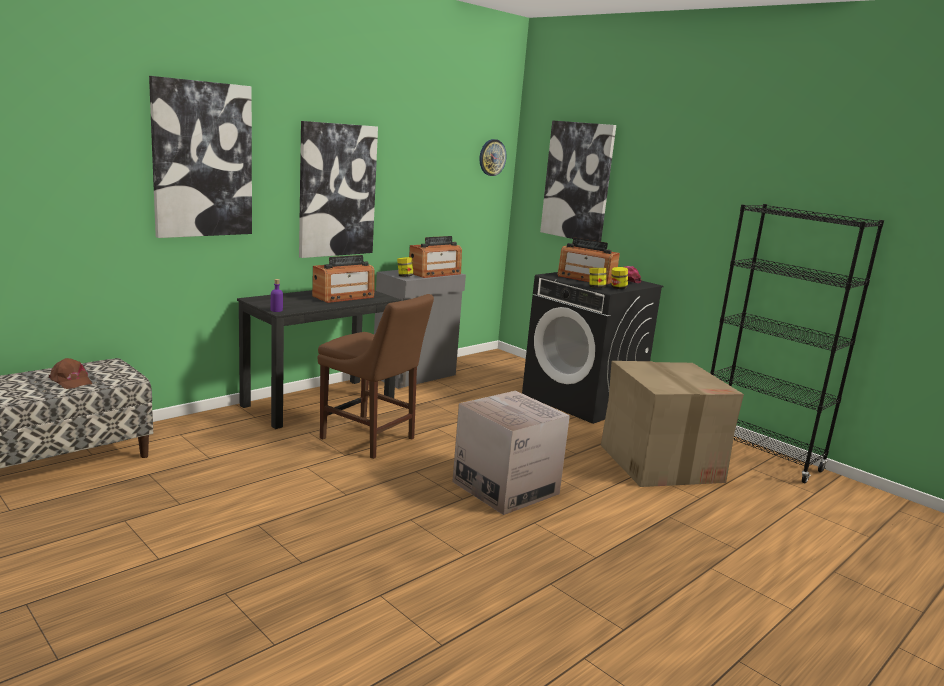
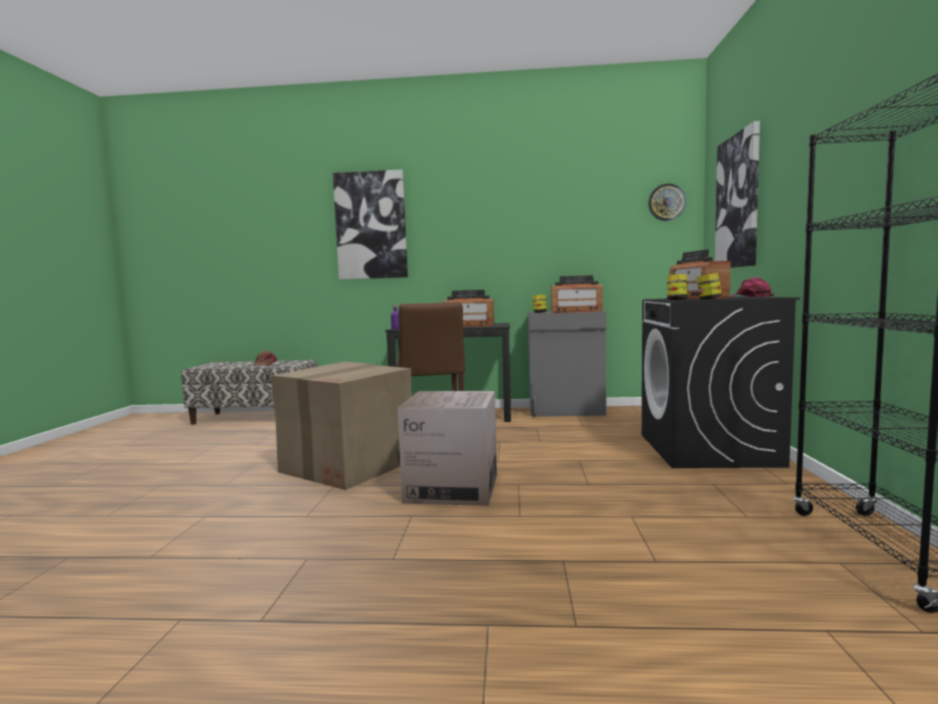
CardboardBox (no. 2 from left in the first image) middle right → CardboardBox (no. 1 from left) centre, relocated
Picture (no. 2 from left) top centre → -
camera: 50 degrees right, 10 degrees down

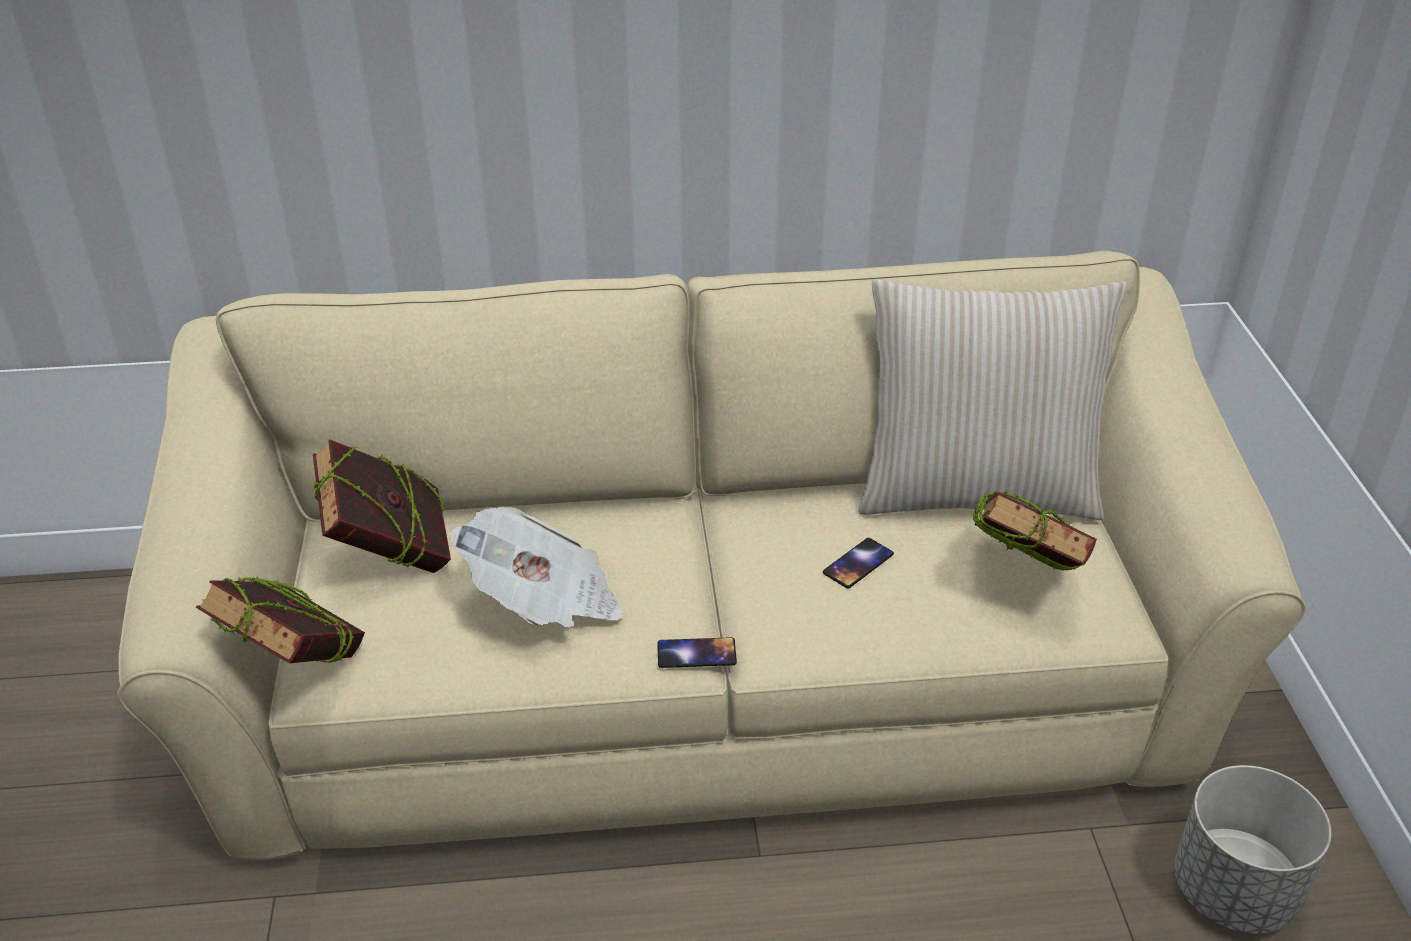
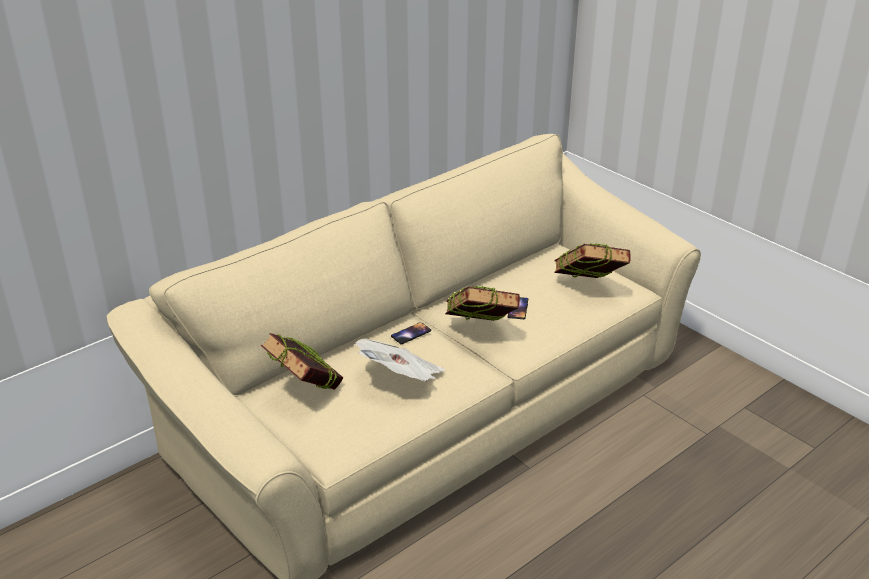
Phone (no. 1 from left) bottom centre → Phone (no. 1 from left) centre, relocated
Book (no. 1 from left in the first image) middle left → Book (no. 2 from left) centre, relocated
BeigePillow middle right → -
GreyPlanter bottom right → -
camera: 35 degrees left, 5 degrees down

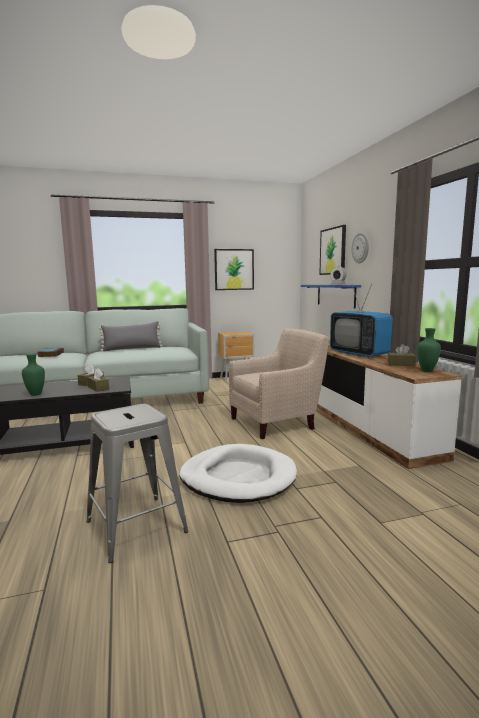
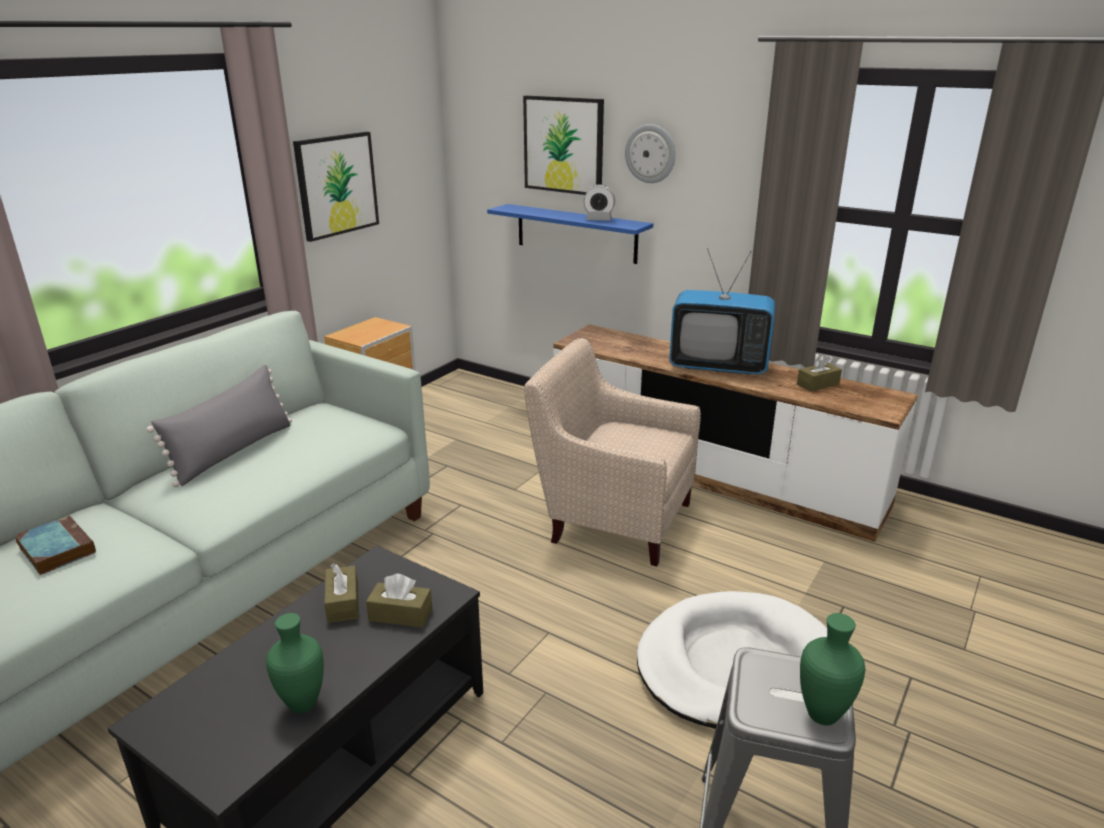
BeigeArmchair centre, 90 degrees counterclockwise
GreenVase (no. 2 from left) middle right → GreenVase (no. 2 from left) bottom right, relocated
camera: 40 degrees left, 15 degrees up

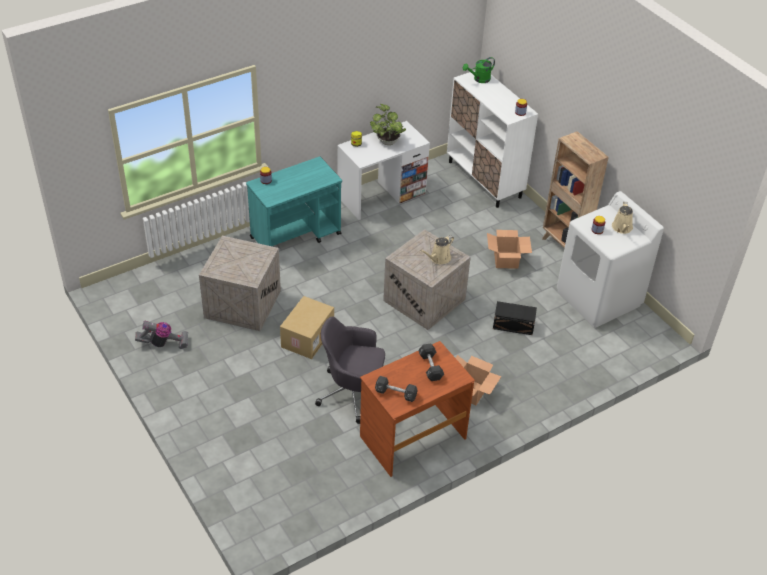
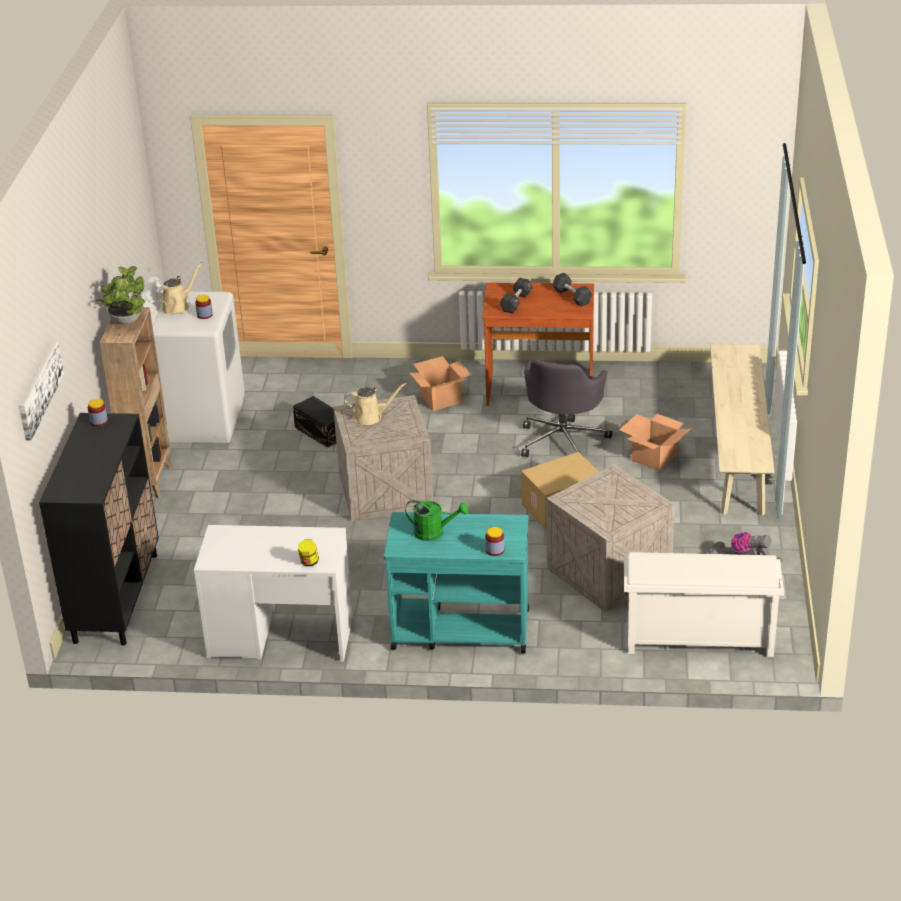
- → Picture middle left
WhiteCabinet top centre → BlackCabinet middle left
PottedPlant top centre → PottedPlant top left, relocated
GreenWateringCan top centre → GreenWateringCan centre, relocated
GreyOfficeChair centre, 60 degrees clockwise
CardboardBox (no. 3 from left) centre → CardboardBox (no. 3 from left) middle right, relocated
- → WhiteShoeRack bottom right
- → BeigeBench middle right
camera: 140 degrees left, 10 degrees down

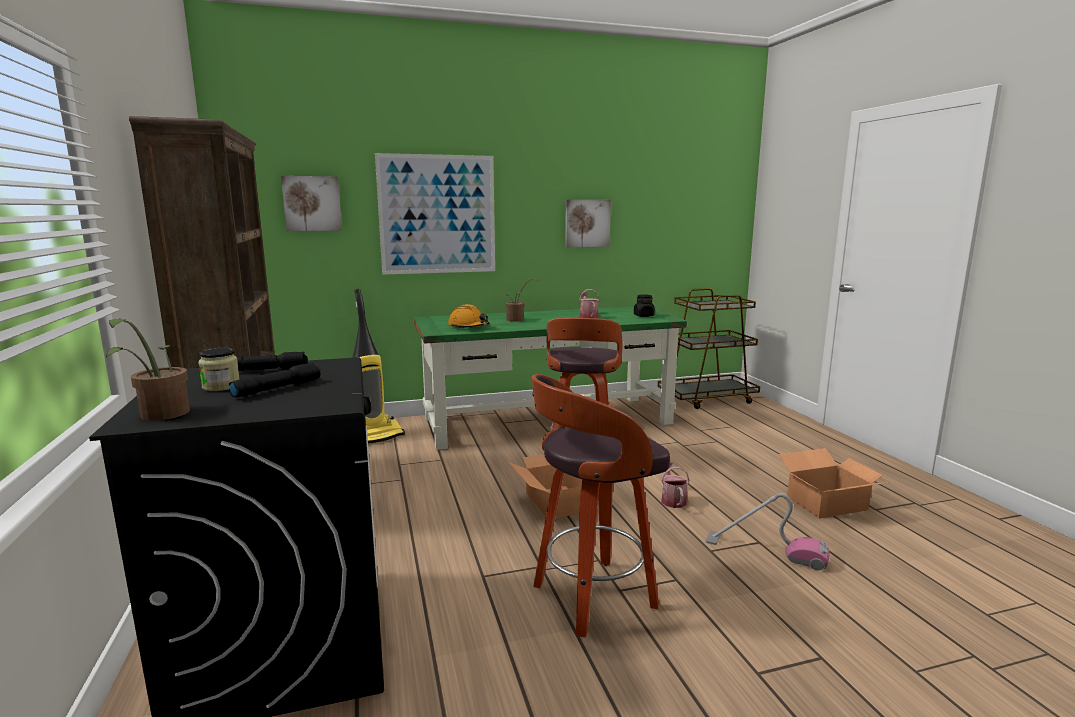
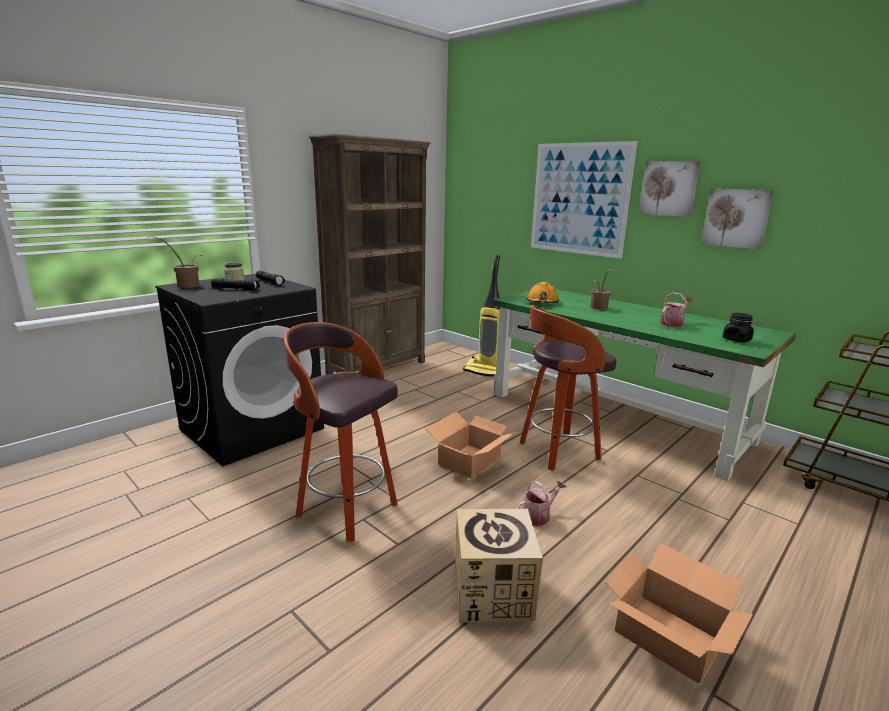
VacuumCleaner (no. 2 from left) bottom right → CardboardBox (no. 2 from left) bottom centre
Picture (no. 1 from left in the first image) top left → Picture (no. 2 from left) top right, relocated
camera: 60 degrees right, 5 degrees up

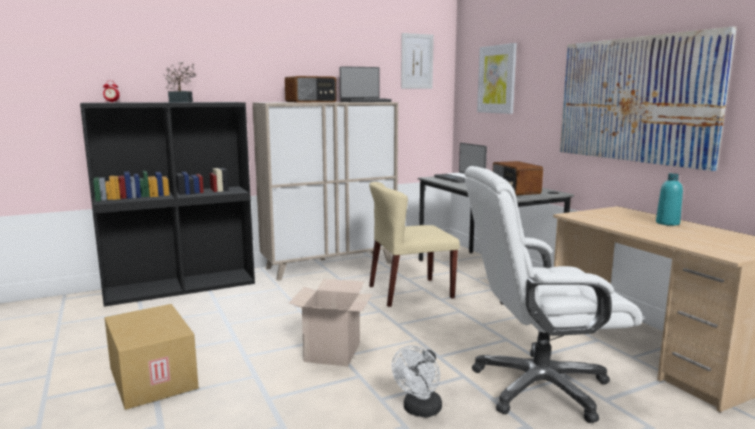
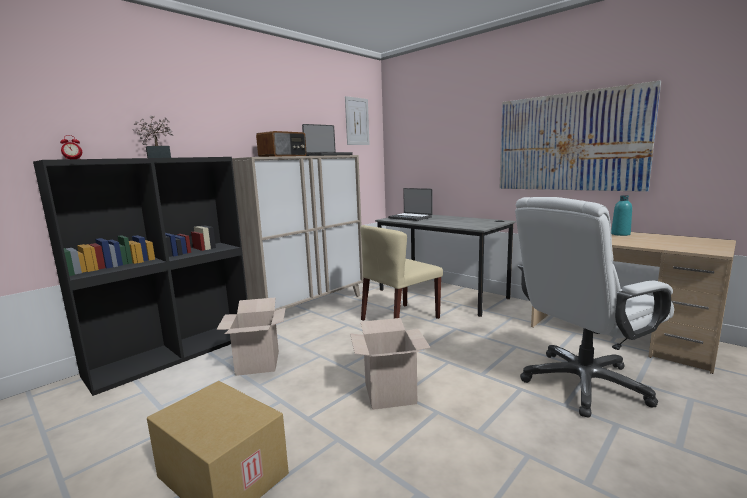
- → CardboardBox (no. 2 from left) bottom centre
WhiteFan bottom centre → -
Picture (no. 2 from left) top centre → -
Radio (no. 2 from left) middle right → -
camera: 20 degrees left, 0 degrees up

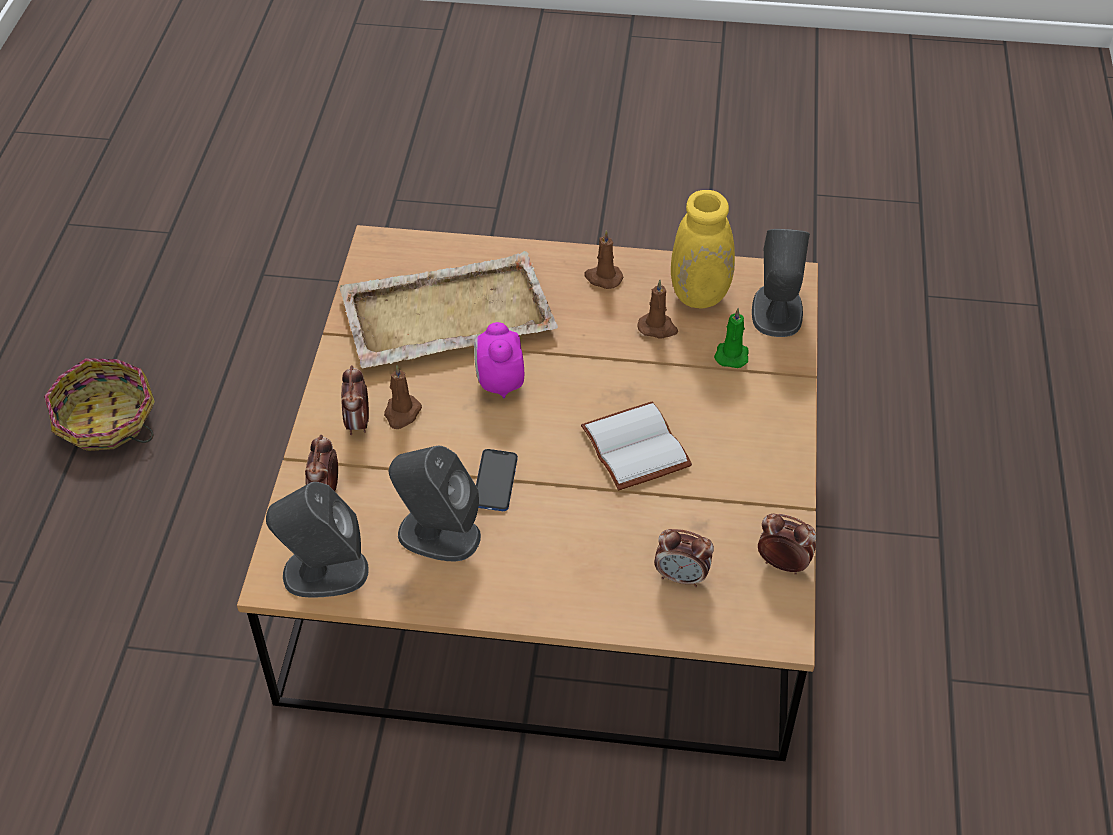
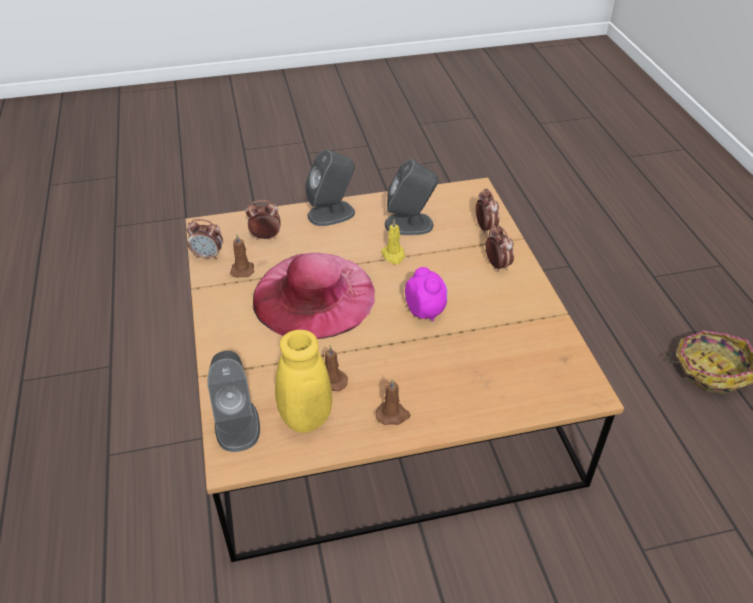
BrownCandle (no. 1 from left) centre → BrownCandle (no. 1 from left) middle left, relocated
WhiteBook centre → PinkHat centre
GreySpeaker (no. 1 from left in the first image) middle left → GreySpeaker (no. 2 from left) top centre, relocated
Phone centre → YellowCandle centre
BeigeTray centre → -
GreenCandle centre → -
camera: 160 degrees right, 5 degrees down

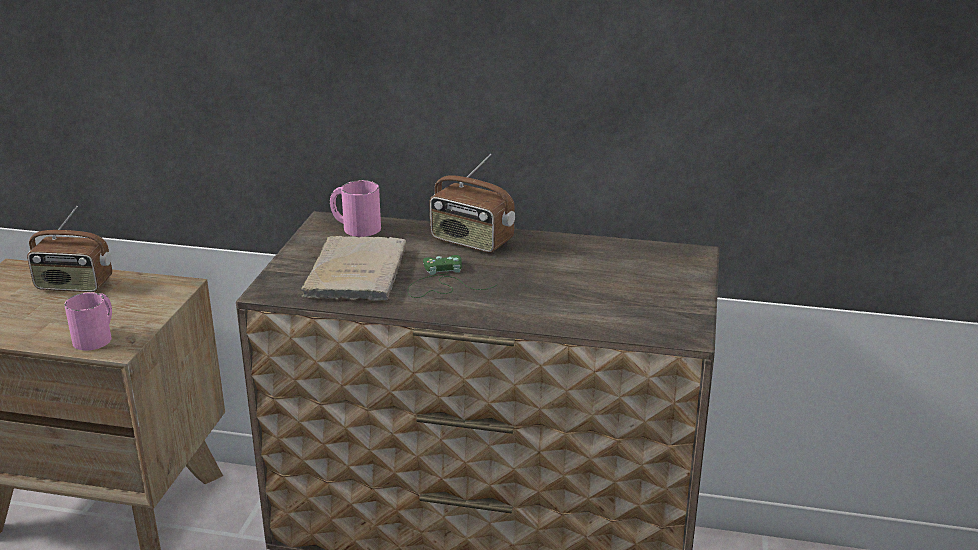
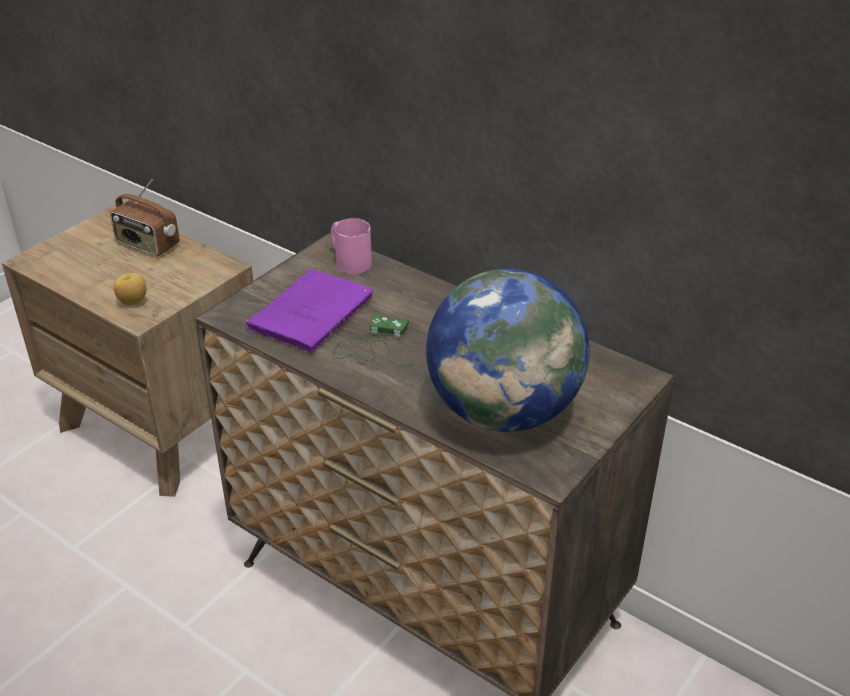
PinkMug (no. 1 from left) middle left → Apple middle left
BeigeBook centre → PurpleBook centre
- → Globe centre
Radio (no. 2 from left) centre → -
camera: 25 degrees right, 10 degrees up

